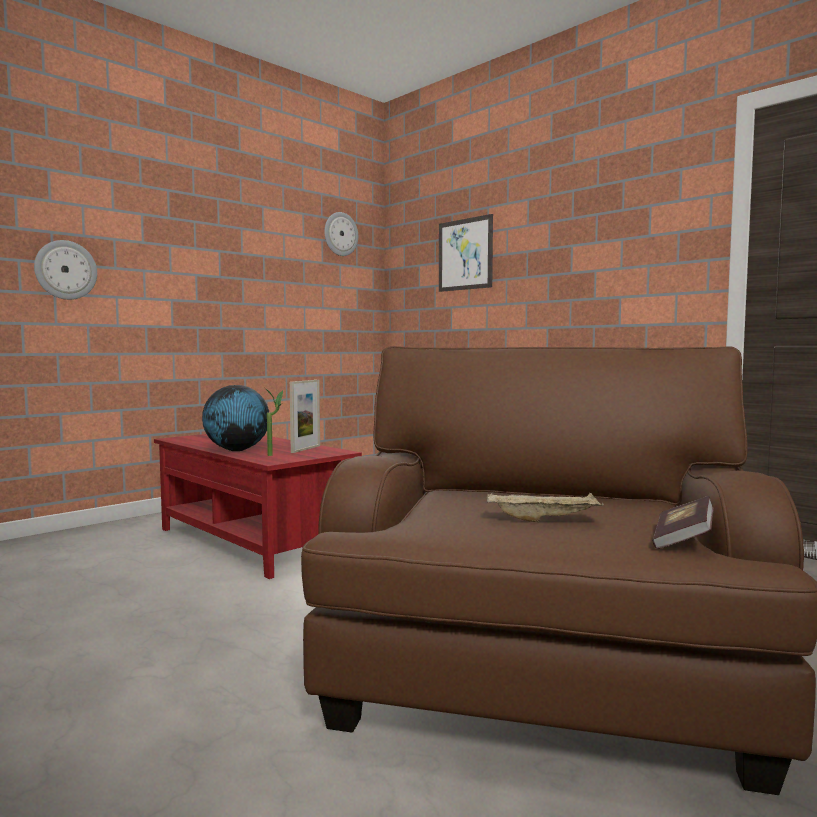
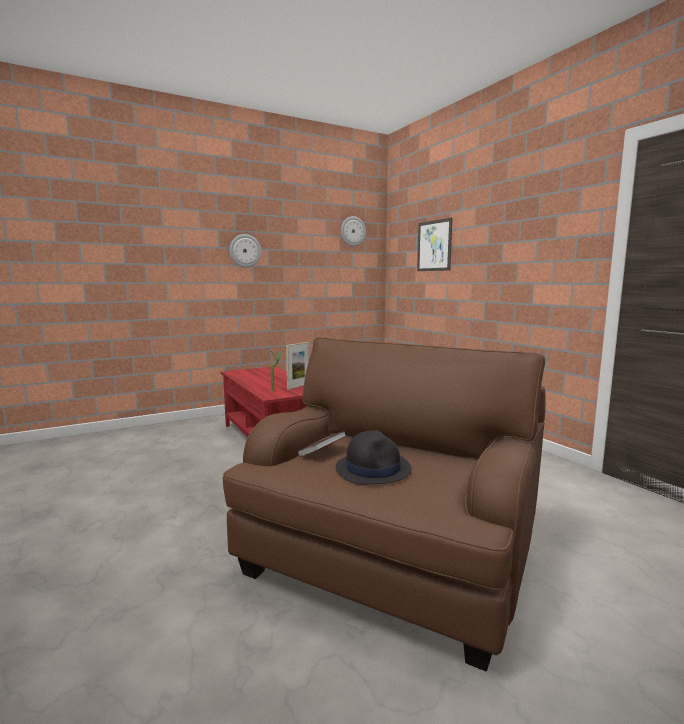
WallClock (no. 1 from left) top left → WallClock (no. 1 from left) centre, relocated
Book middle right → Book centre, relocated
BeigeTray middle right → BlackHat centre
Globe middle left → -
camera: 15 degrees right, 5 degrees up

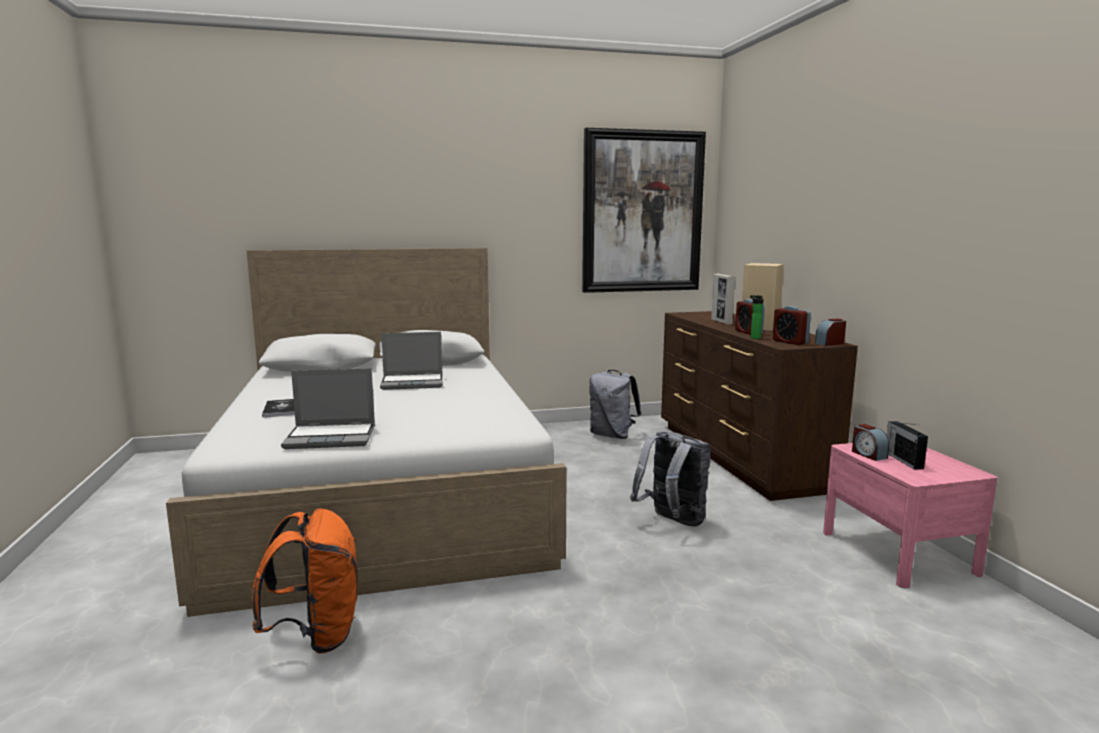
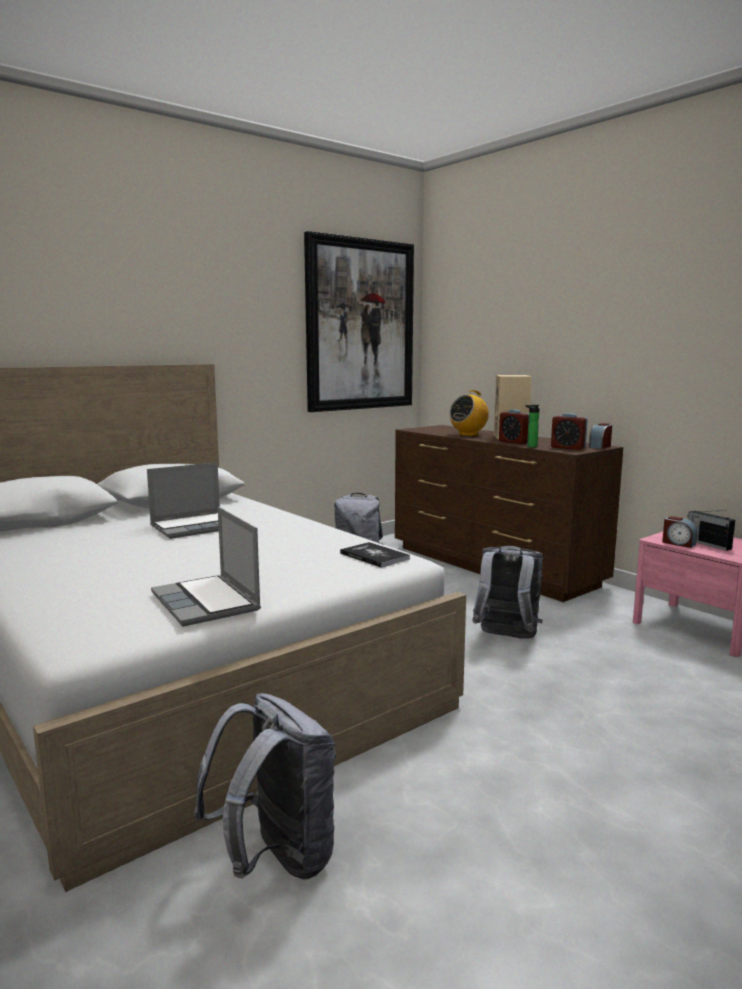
Laptop (no. 1 from left in the first image) middle left → Laptop (no. 2 from left) middle left, 90 degrees clockwise
OrangeBackpack bottom left → GreyBackpack (no. 1 from left) bottom centre
Book middle left → Book centre, relocated
PictureFrame centre → Radio (no. 1 from left) centre
camera: 25 degrees left, 0 degrees up

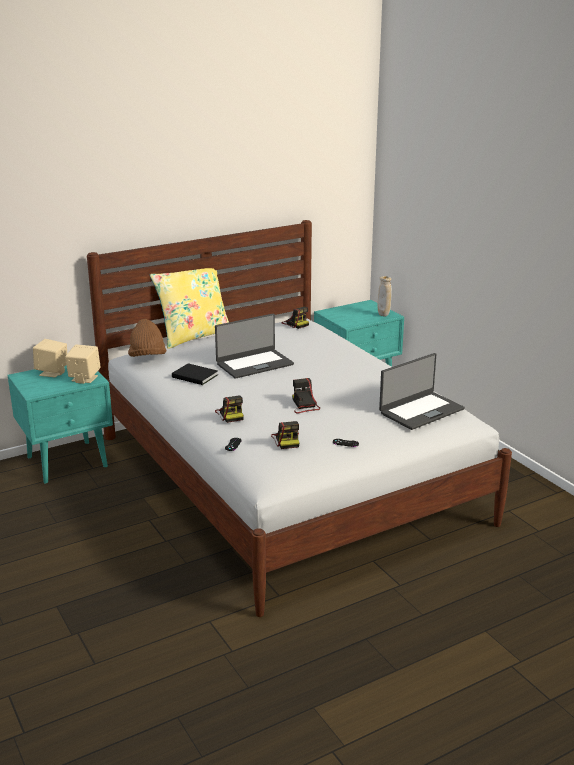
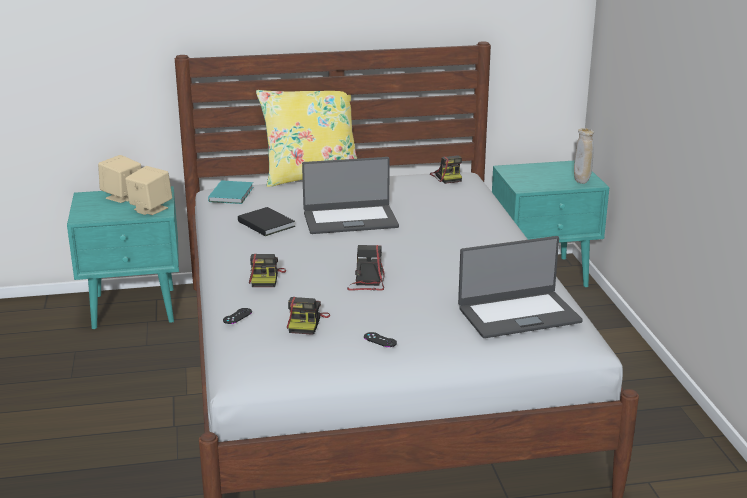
BrownHat middle left → TurquoiseBook middle left
camera: 20 degrees right, 0 degrees up

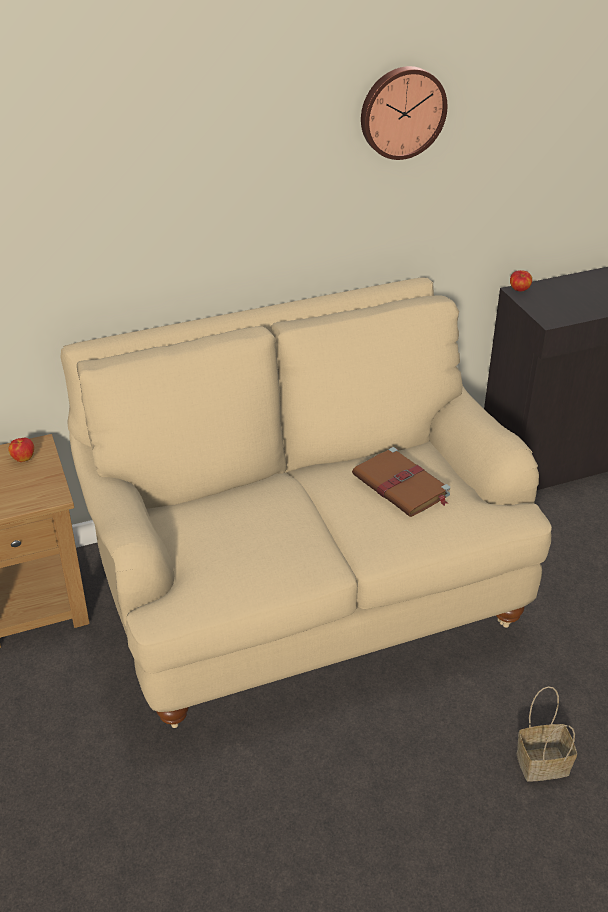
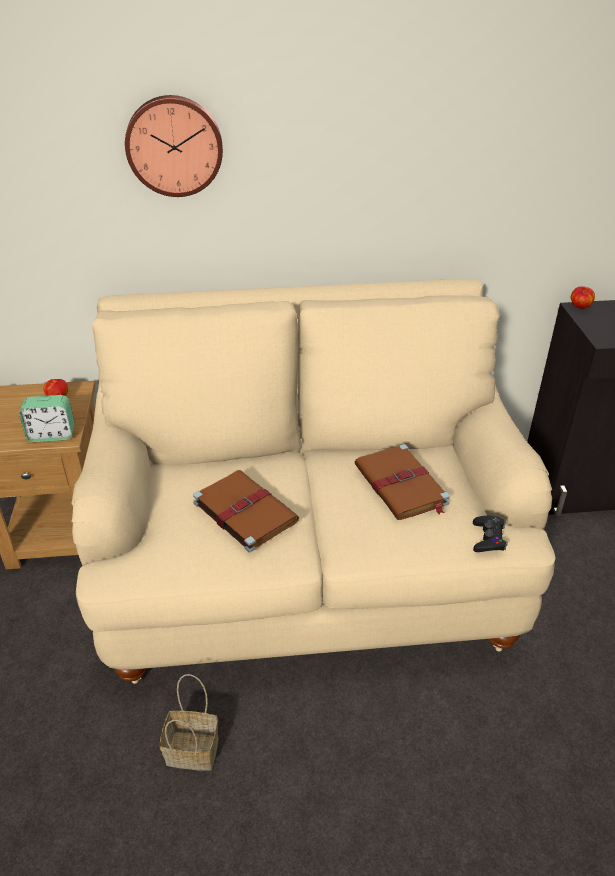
- → AlarmClock middle left
WallClock top centre → WallClock top left, relocated
Basket bottom right → Basket bottom left, relocated
- → BrownBook (no. 1 from left) centre
- → BlackGameController middle right
camera: 15 degrees right, 0 degrees up

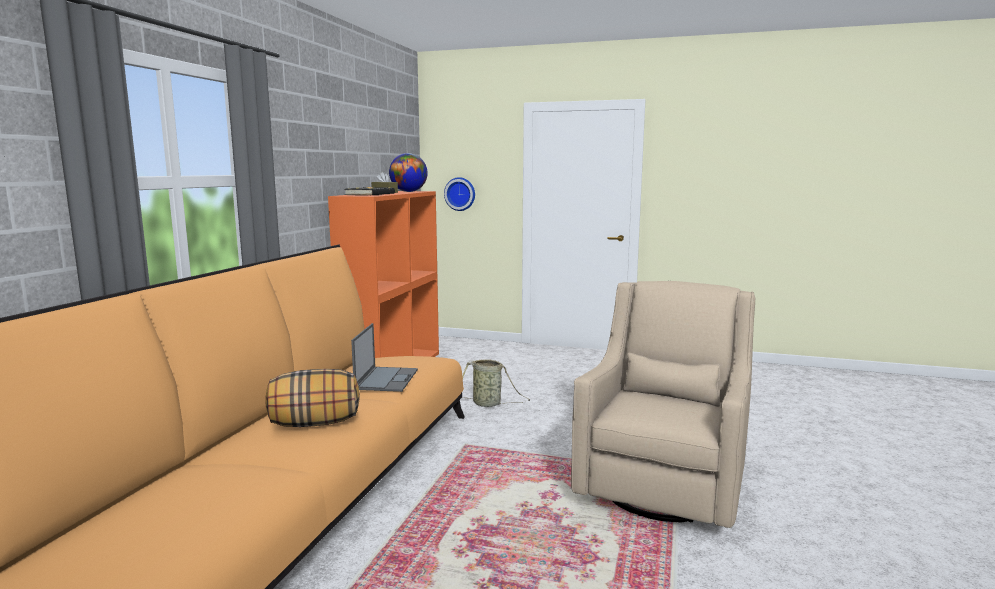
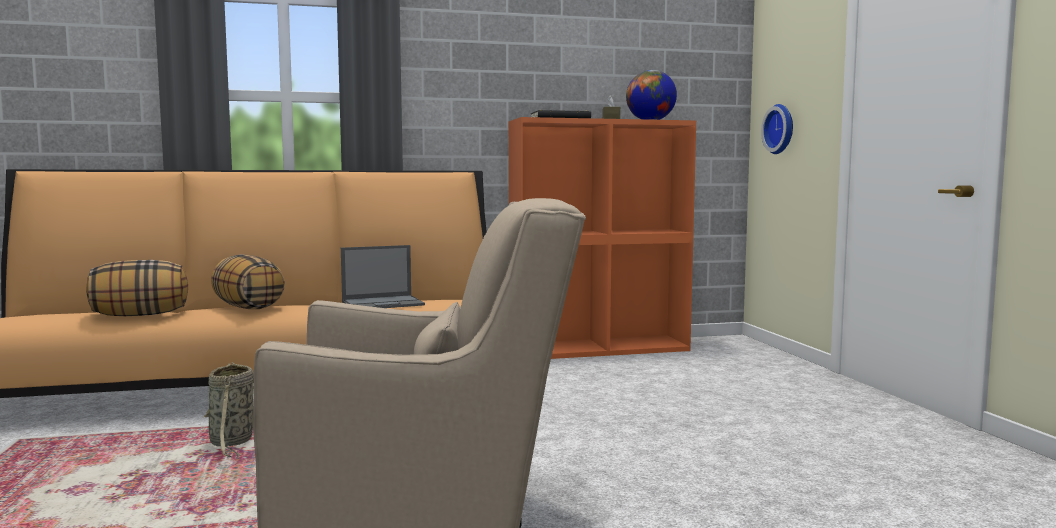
- → Pillow (no. 1 from left) middle left
Basket centre → Basket bottom left, relocated
camera: 60 degrees right, 5 degrees down

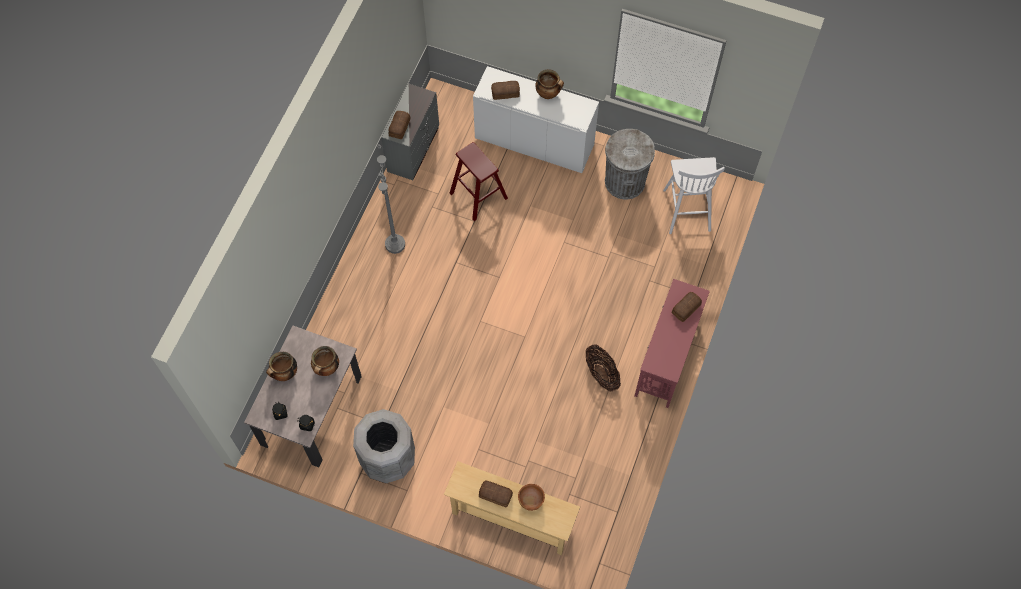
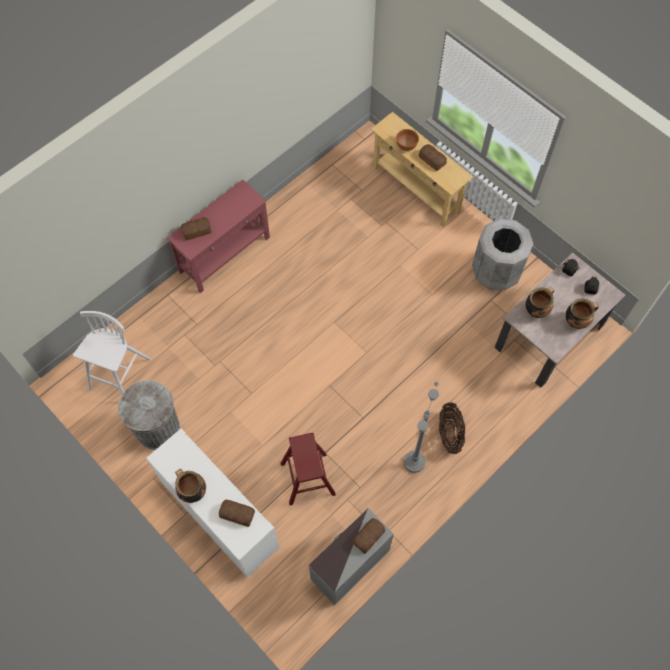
Basket centre → Basket middle right, relocated
camera: 155 degrees left, 0 degrees up

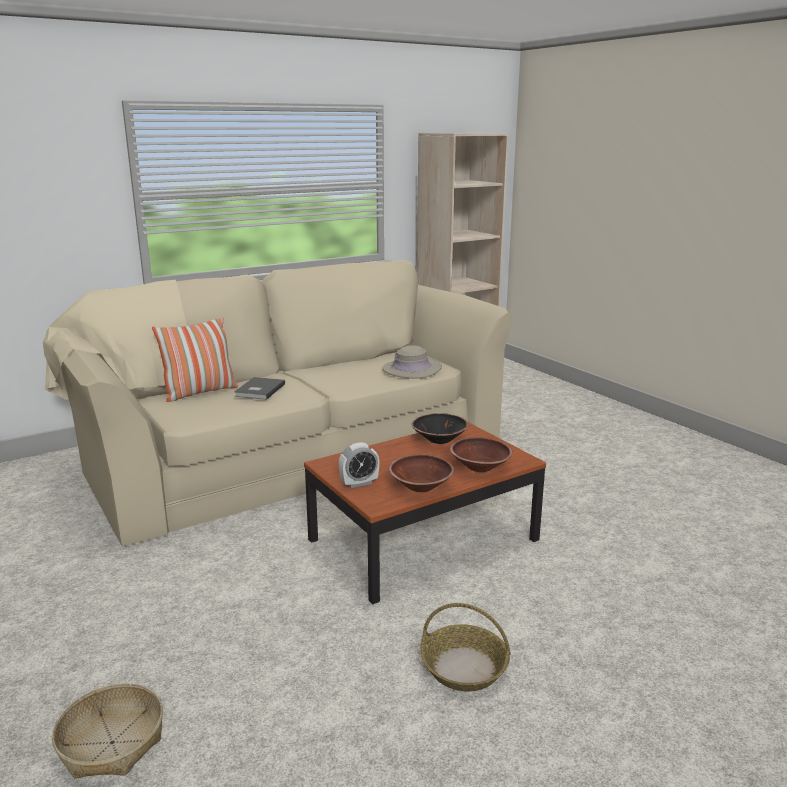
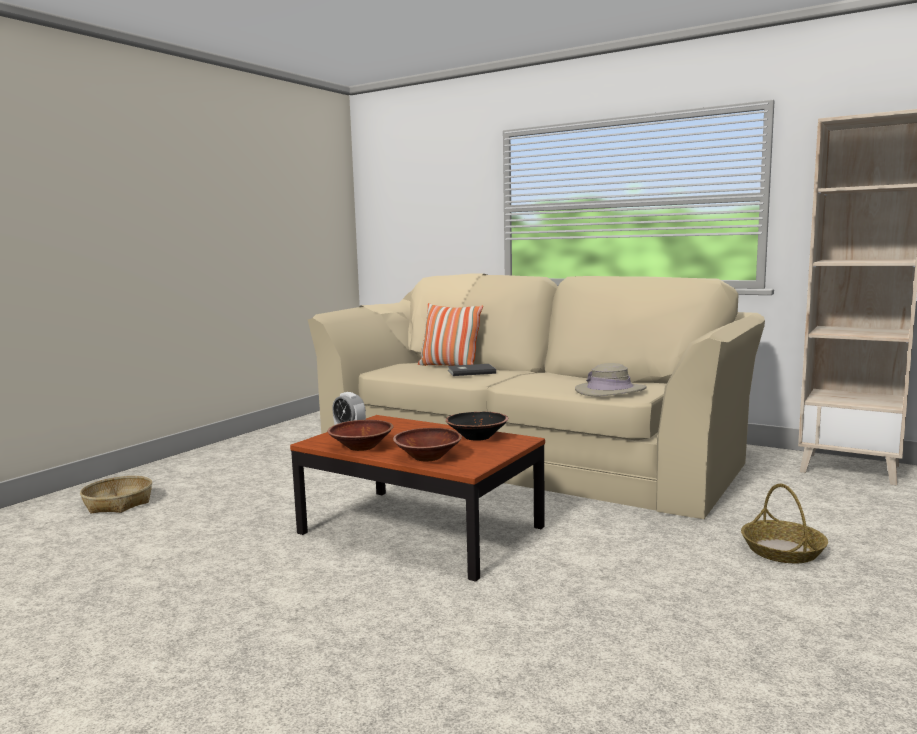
Basket (no. 2 from left) bottom centre → Basket (no. 2 from left) bottom right, relocated
camera: 65 degrees right, 10 degrees down

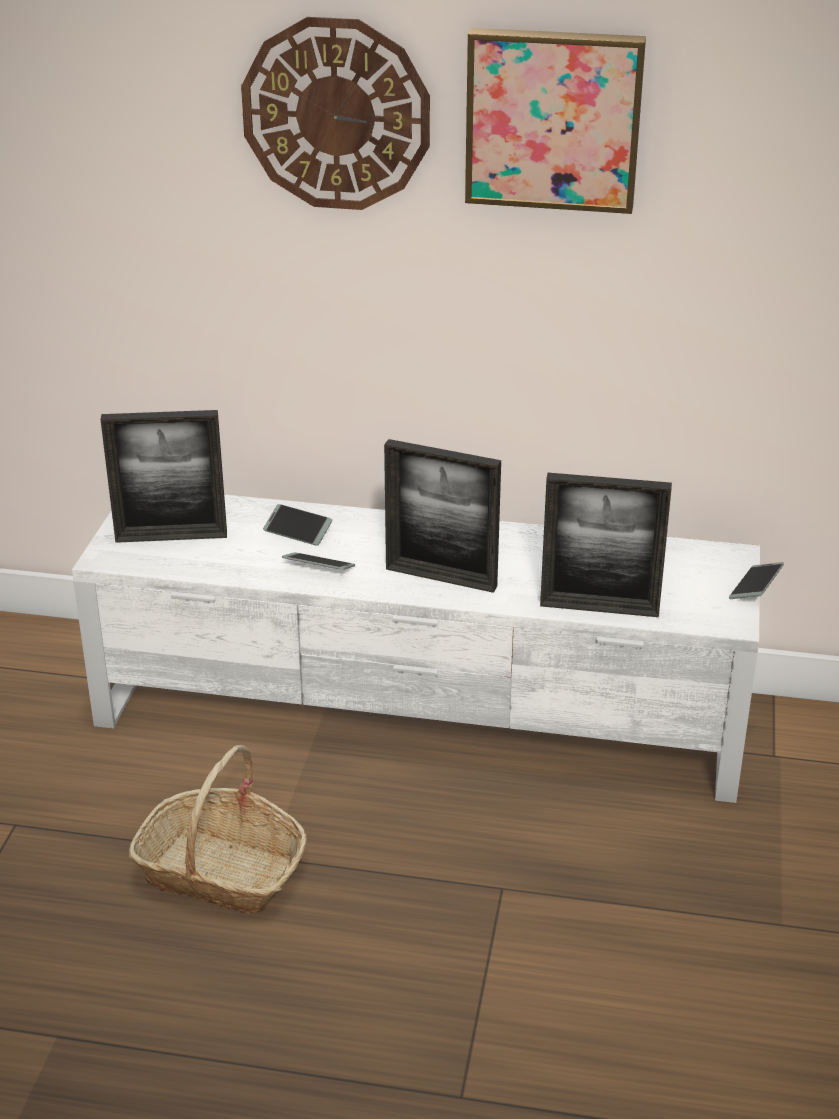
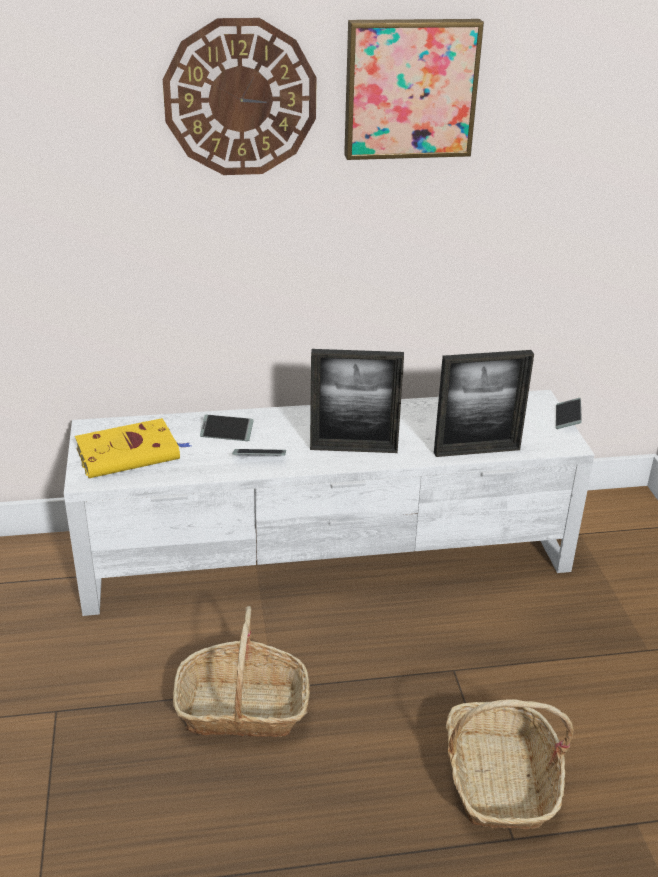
PictureFrame (no. 1 from left) middle left → YellowBook middle left
- → Basket (no. 2 from left) bottom right
camera: 20 degrees left, 0 degrees up

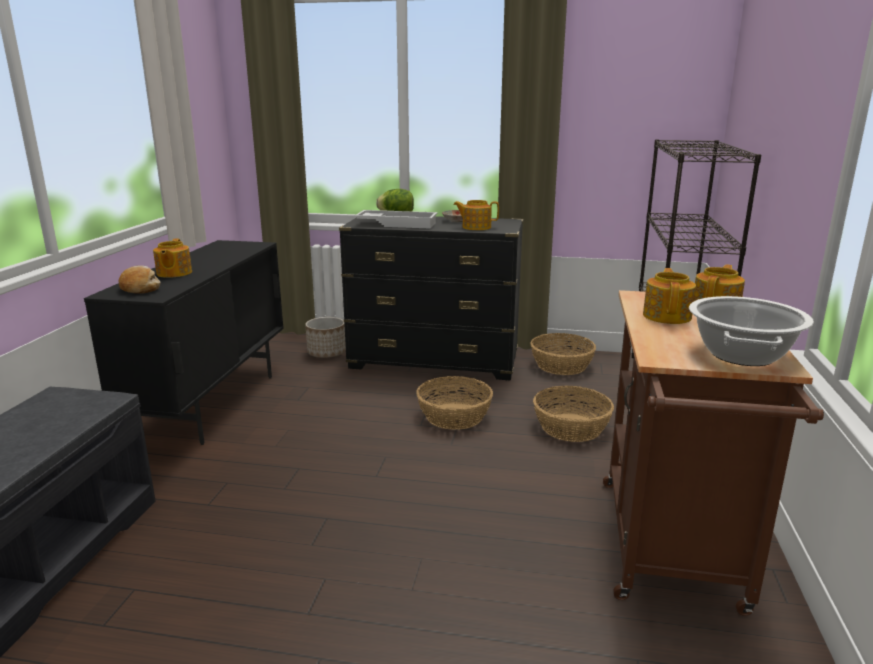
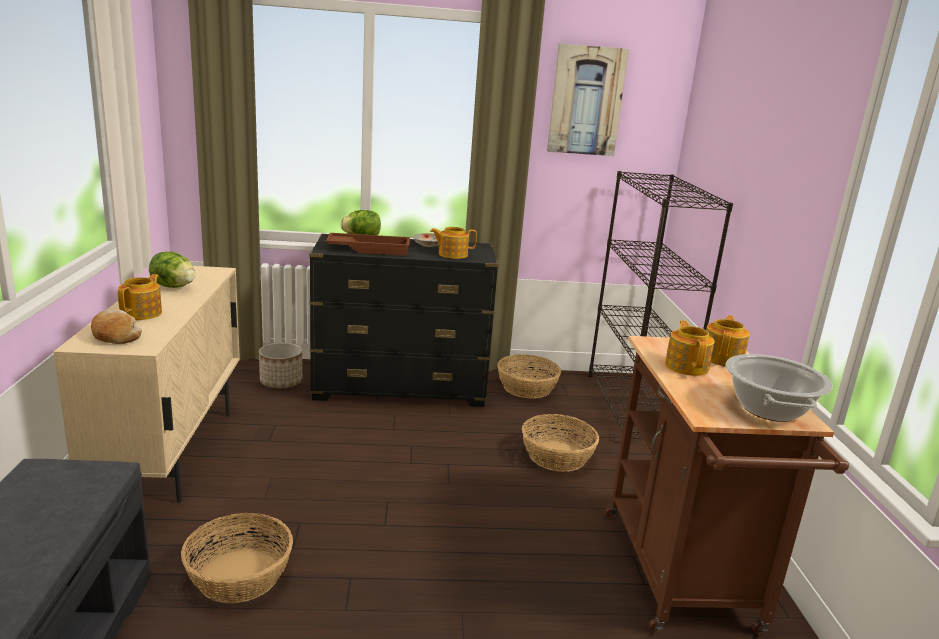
BlackCabinet middle left → BeigeCabinet middle left
Teapot (no. 1 from left) middle left, 150 degrees counterclockwise
- → Lettuce (no. 1 from left) middle left
Basket (no. 1 from left) centre → Basket (no. 1 from left) bottom left, relocated
WhiteTray top centre → BrownTray centre
- → Picture top centre
camera: 15 degrees left, 0 degrees up

